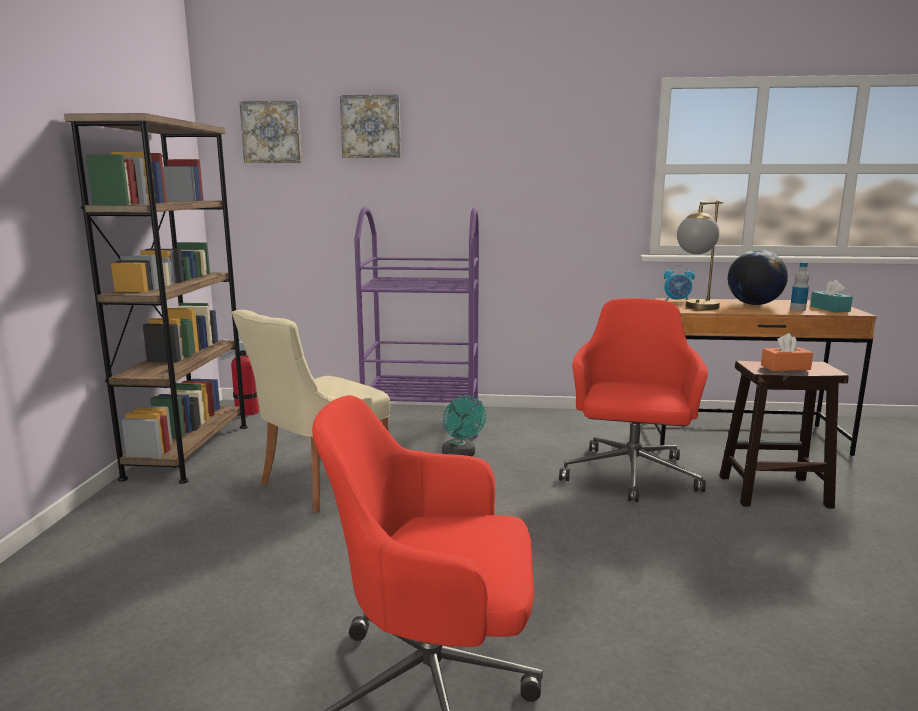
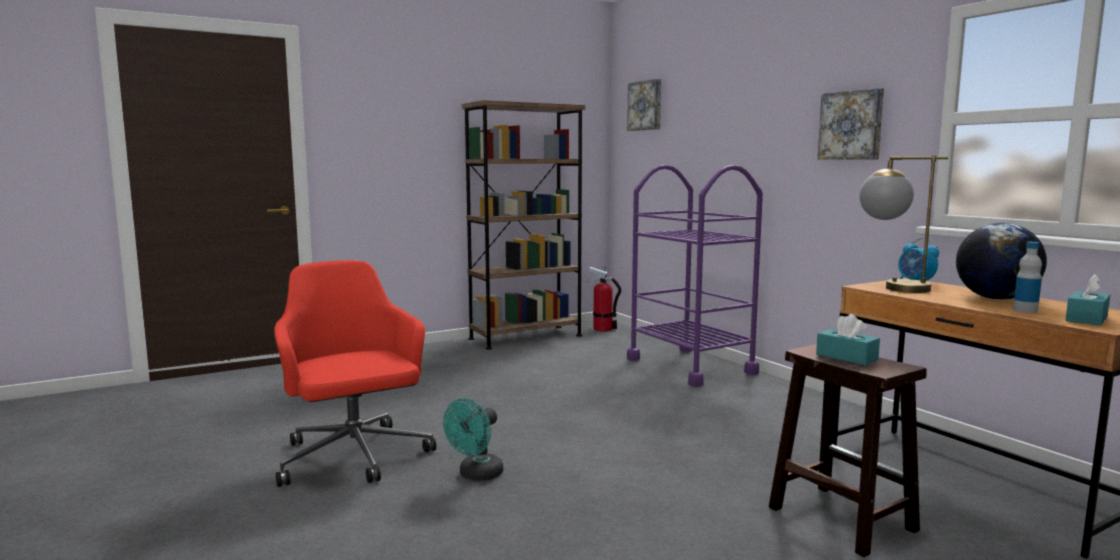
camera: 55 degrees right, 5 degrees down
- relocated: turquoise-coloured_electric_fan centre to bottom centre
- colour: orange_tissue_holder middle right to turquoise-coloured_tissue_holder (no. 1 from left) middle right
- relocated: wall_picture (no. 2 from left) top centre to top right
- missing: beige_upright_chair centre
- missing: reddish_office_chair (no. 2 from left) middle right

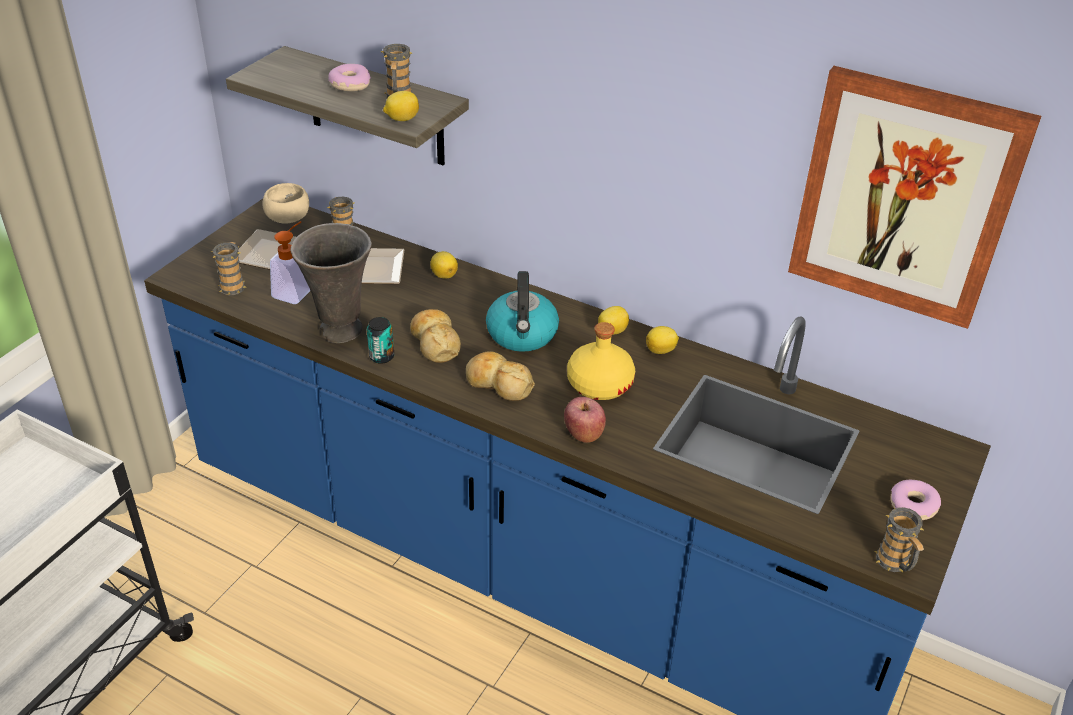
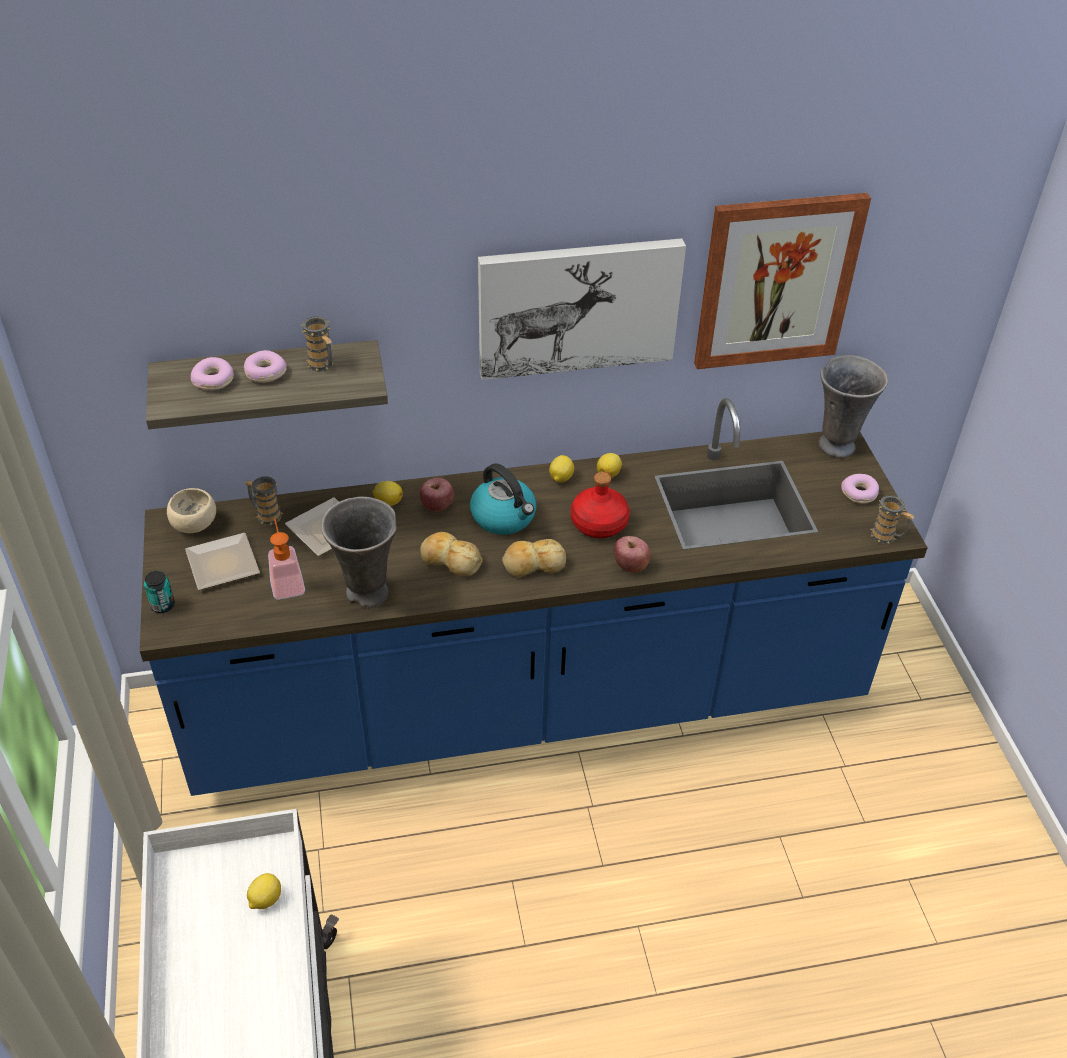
camera: 40 degrees left, 5 degrees up
- relocated: metal_can centre to middle left
- appeared: ring_doughnut (no. 1 from left) middle left
- relocated: citrus_fruit (no. 1 from left) top centre to bottom left
- appeared: apple_fruit (no. 1 from left) centre
- appeared: wall_picture (no. 1 from left) top centre
- colour: yellow_bottle centre to reddish_bottle centre
- appeared: gray_flower_vase (no. 2 from left) middle right
- missing: tea_mug (no. 1 from left) middle left

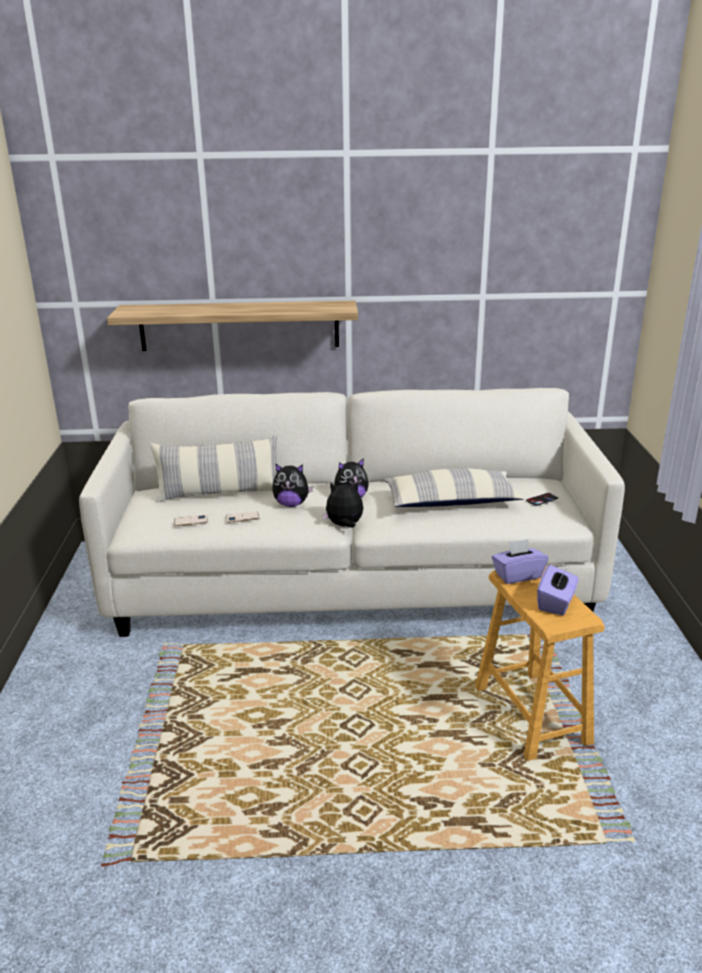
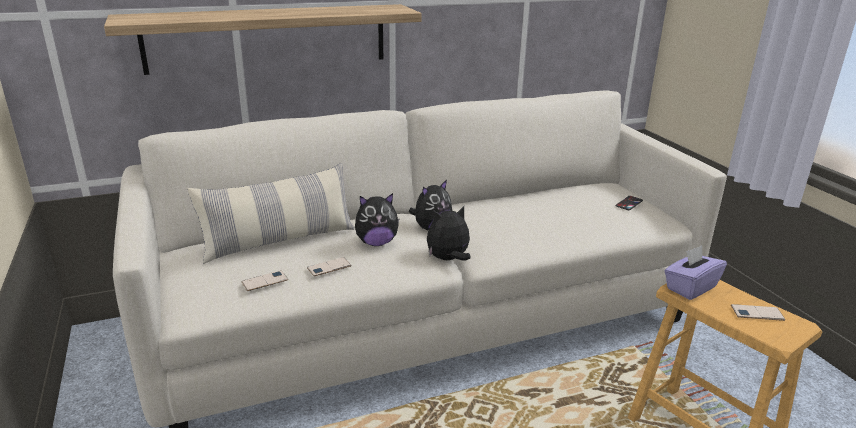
camera: 20 degrees left, 0 degrees up
- exchanged: purple-coloured_tissue_holder (no. 2 from left) middle right to handset (no. 4 from left) bottom right
- missing: cushion (no. 2 from left) centre

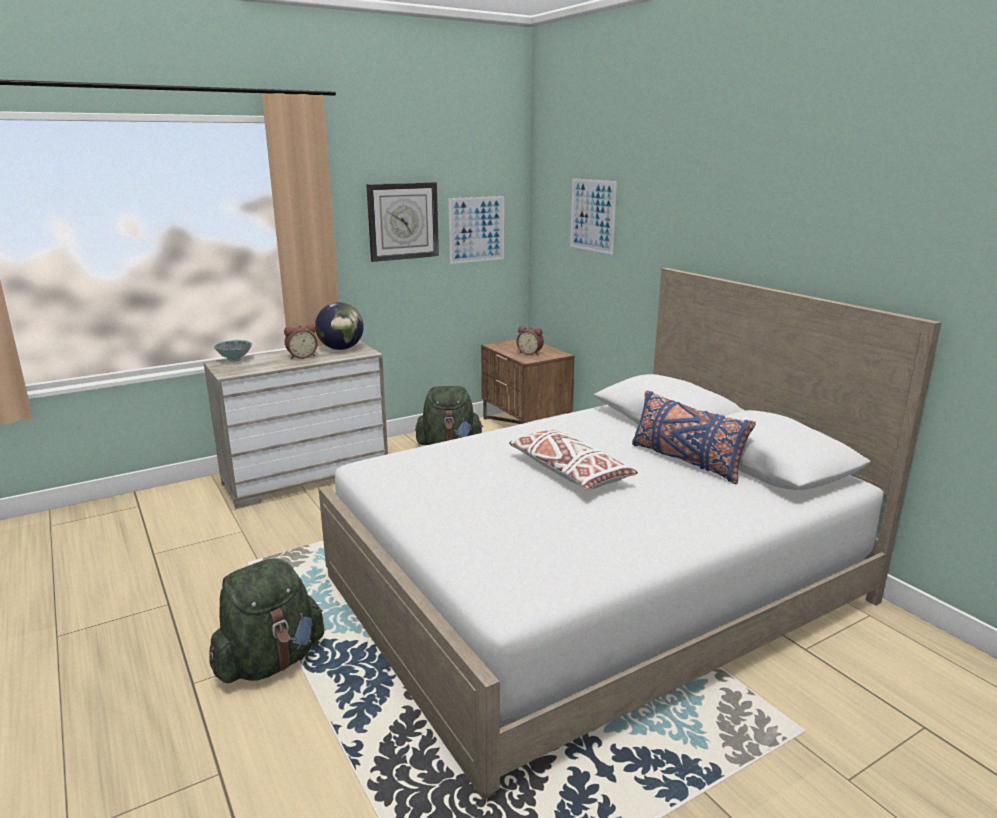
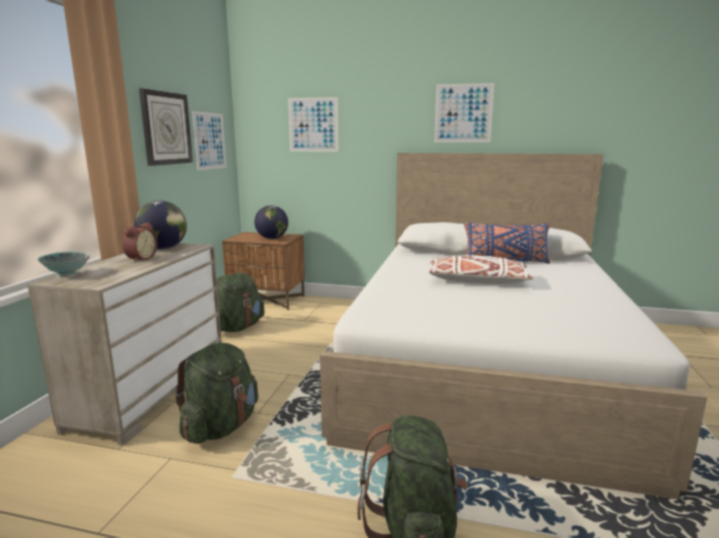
camera: 45 degrees left, 5 degrees down
- appeared: green_backpack (no. 1 from left) bottom left
- exchanged: bedside_clock (no. 2 from left) centre to globe (no. 2 from left) centre
- appeared: wall_picture (no. 3 from left) top centre

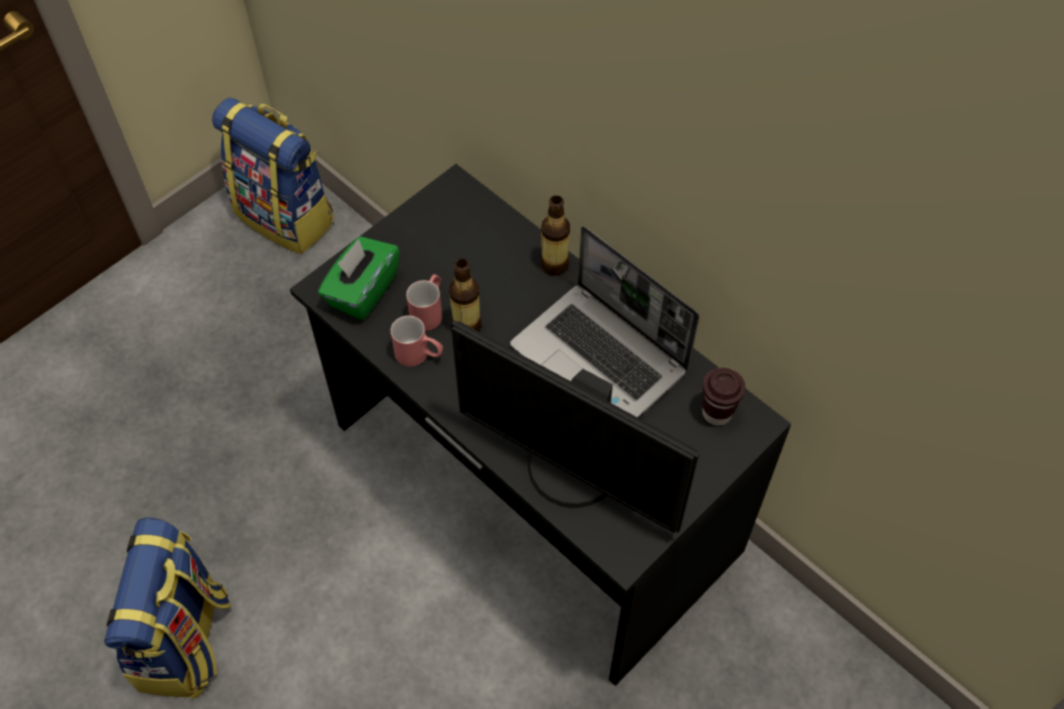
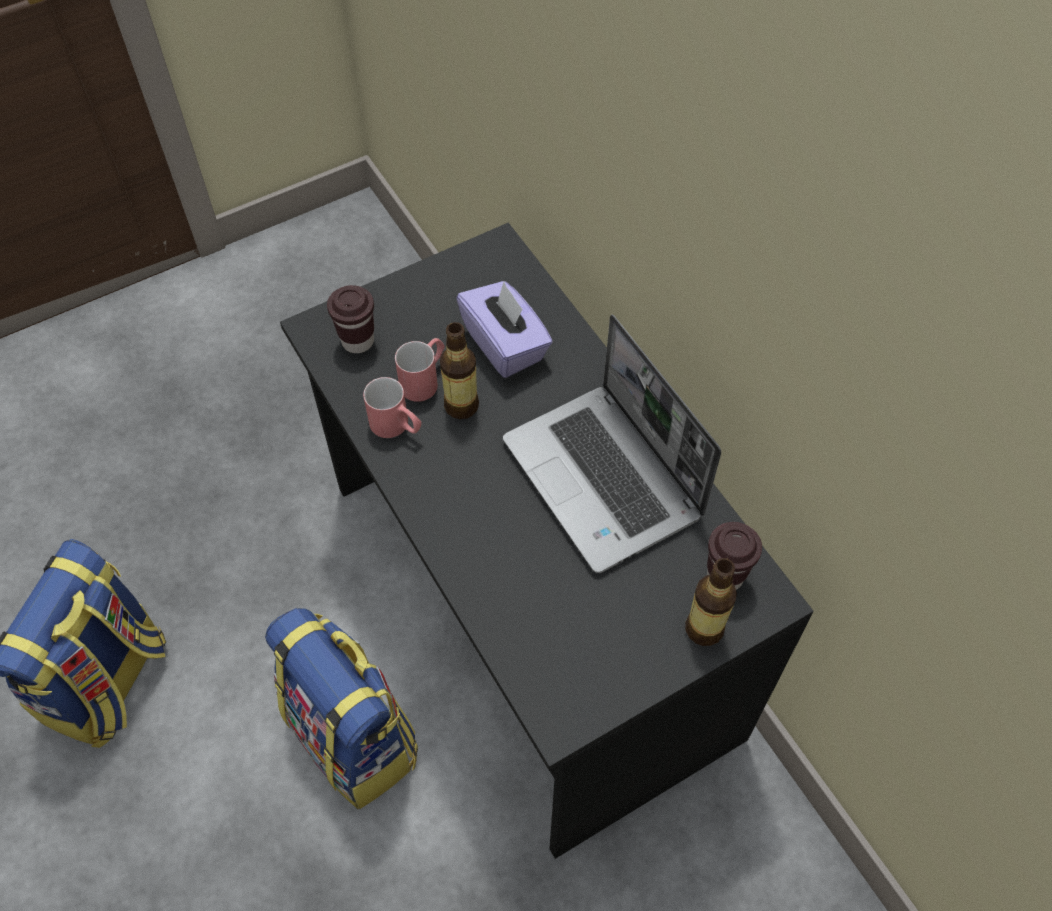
camera: 15 degrees right, 0 degrees up
- relocated: backpack (no. 2 from left) top left to bottom left
- exchanged: green_tissue_holder centre to brown_cup (no. 1 from left) middle left
- appeared: purple-coloured_tissue_holder centre
- relocated: bottle (no. 2 from left) top centre to middle right
- missing: monitor centre

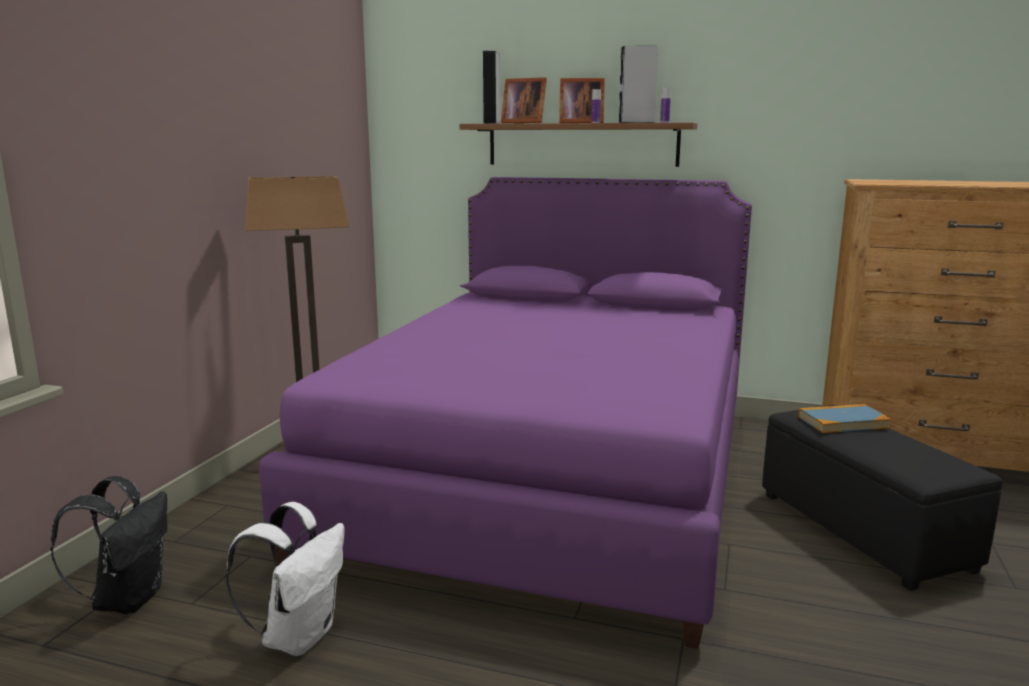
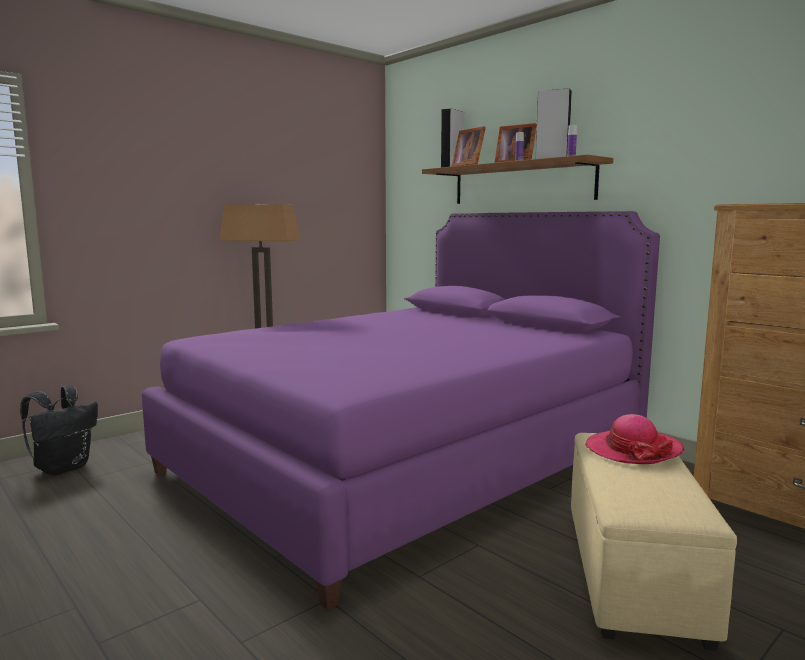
camera: 30 degrees right, 5 degrees down
- colour: blackish_footrest bottom right to beige_footrest bottom right
- exchanged: bound_book middle right to hat middle right
- missing: white-coloured_backpack bottom left

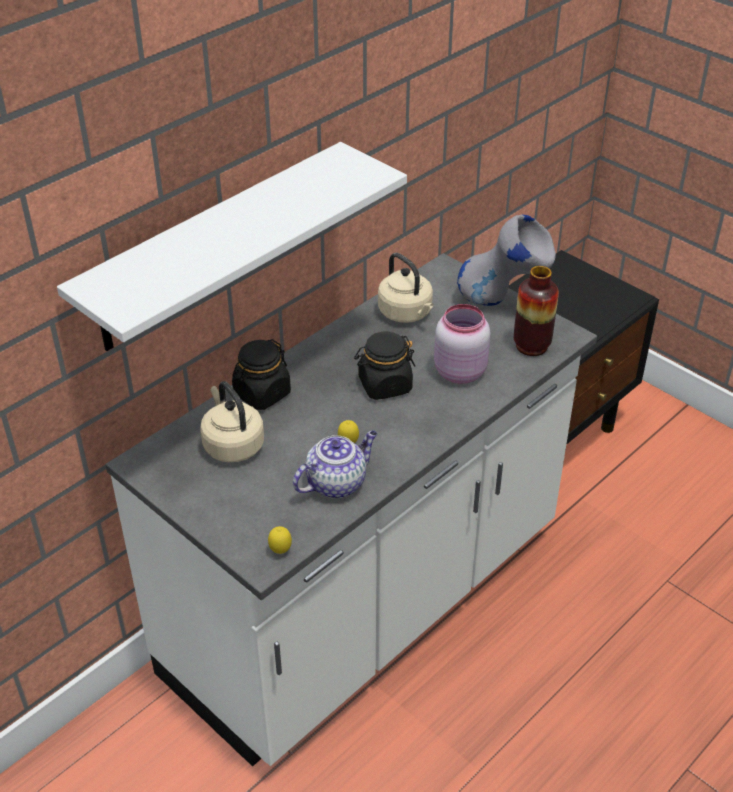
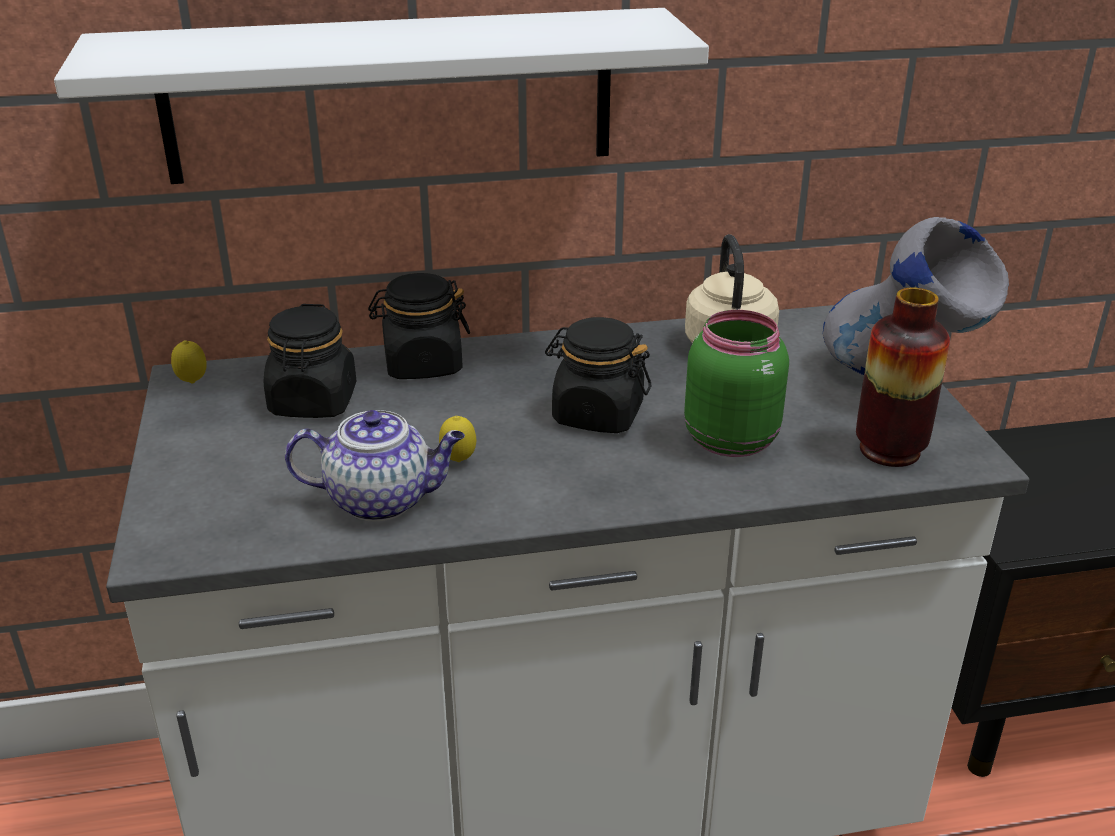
camera: 35 degrees right, 10 degrees down
- relocated: citrus_fruit (no. 1 from left) bottom centre to middle left
- exchanged: beige_tea_kettle (no. 1 from left) middle left to blackish_storage_jar (no. 1 from left) middle left
- colour: pinkish_storage_jar centre to green_storage_jar centre

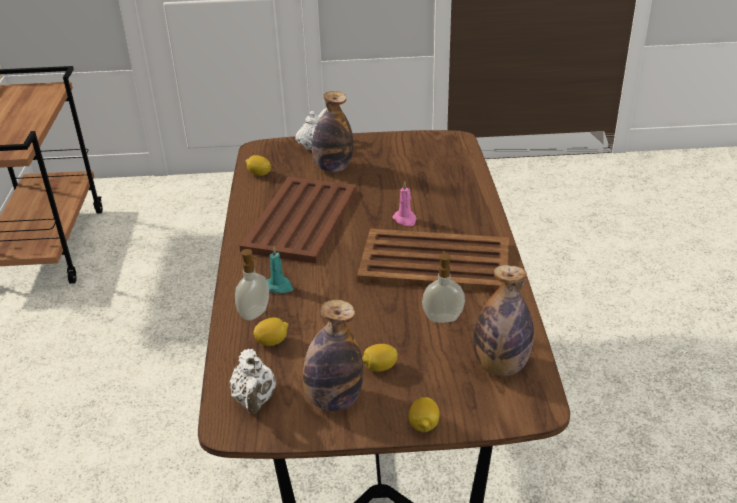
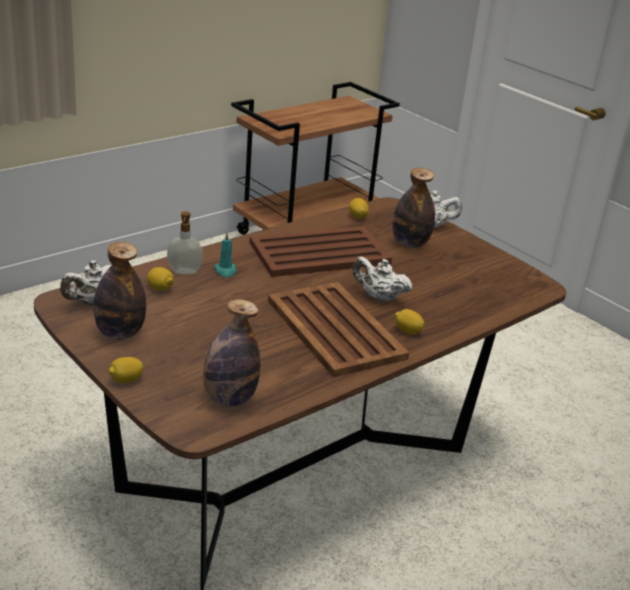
camera: 50 degrees right, 5 degrees down
- exchanged: pinkish_wax_light centre to white-coloured_tea_pot (no. 2 from left) centre
- relocated: citrus_fruit (no. 3 from left in the first image) bottom centre to citrus_fruit (no. 4 from left) centre
- missing: liquid_soap_bottle (no. 2 from left) centre

